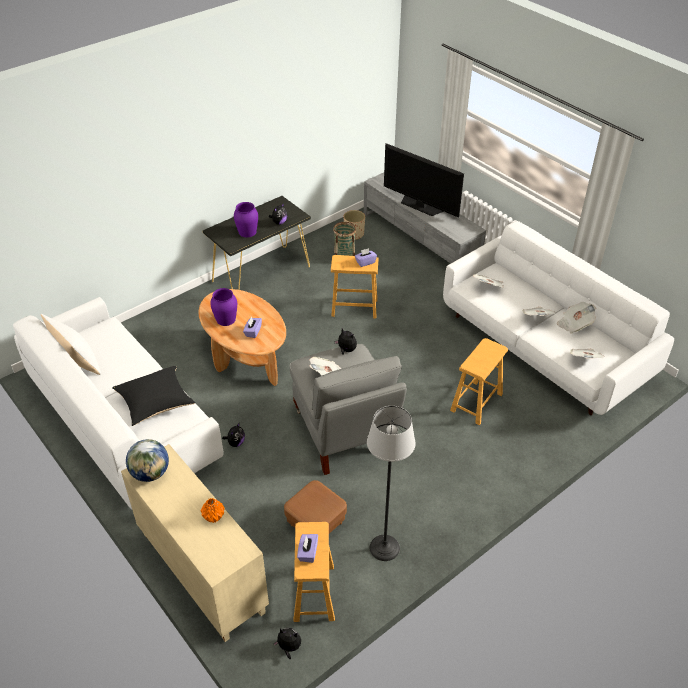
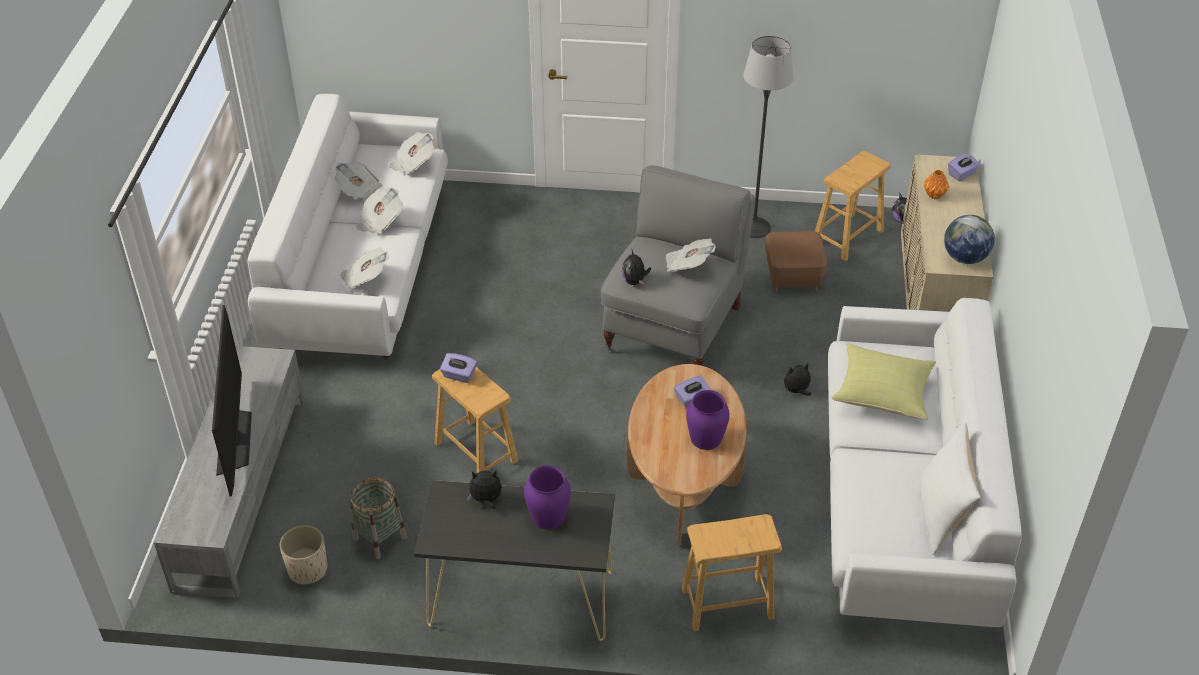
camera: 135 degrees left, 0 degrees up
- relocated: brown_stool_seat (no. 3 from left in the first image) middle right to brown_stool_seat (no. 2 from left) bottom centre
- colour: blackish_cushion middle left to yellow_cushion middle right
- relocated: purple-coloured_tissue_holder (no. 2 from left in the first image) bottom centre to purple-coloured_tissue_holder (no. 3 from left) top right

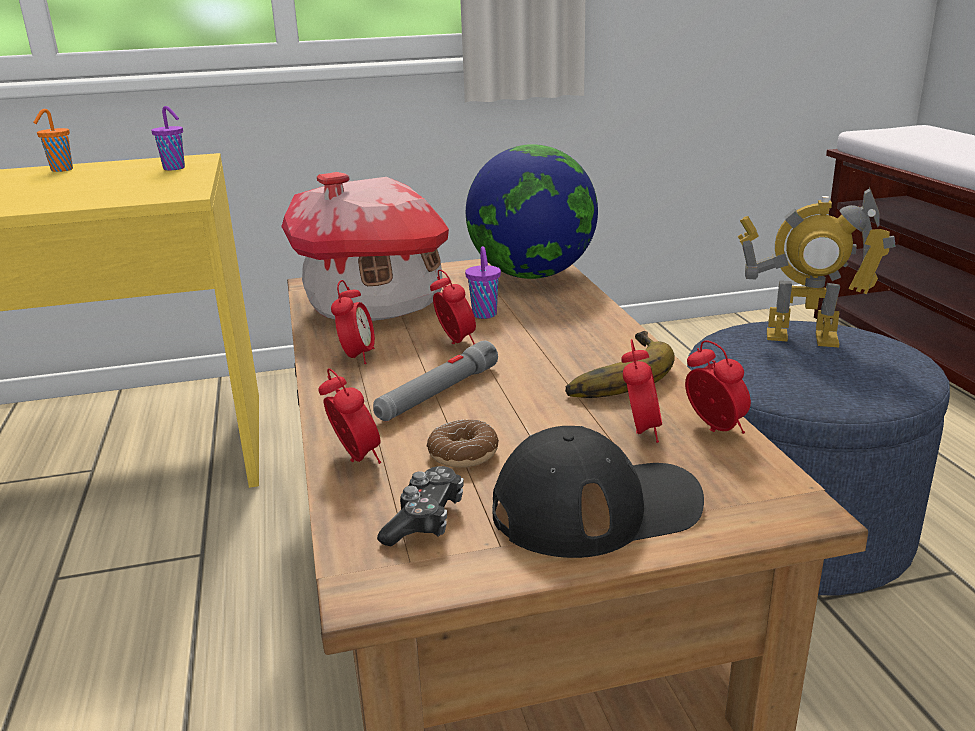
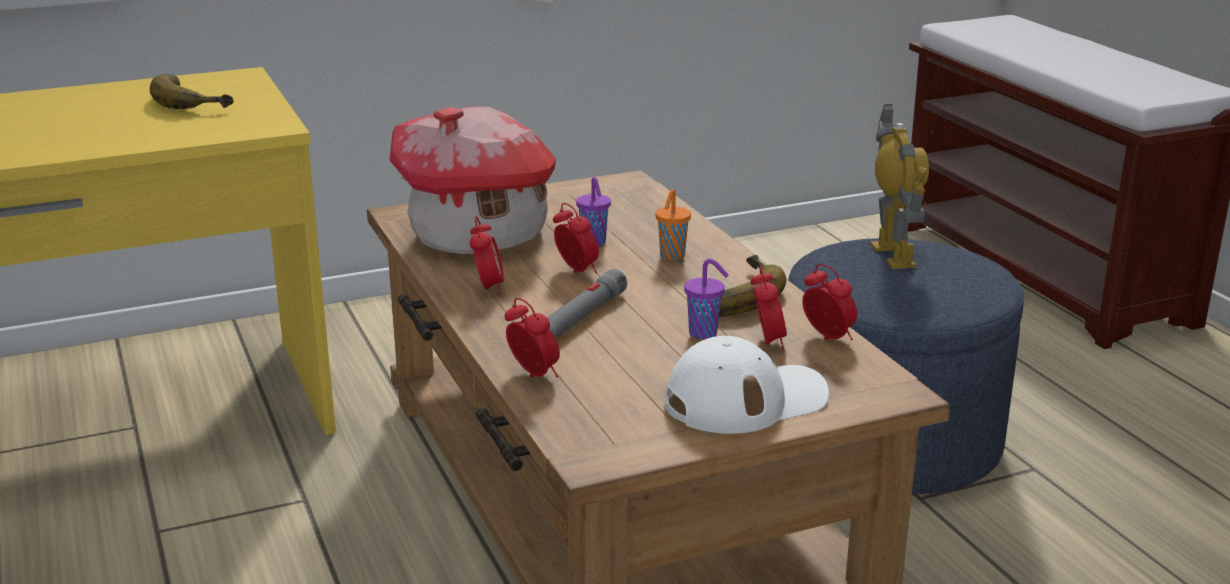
camera: 10 degrees left, 0 degrees up
- appeared: banana_fruit (no. 1 from left) top left
- relocated: orange_cup top left to centre
- colour: blackish_peaked_cap bottom centre to white-coloured_peaked_cap centre
- relocated: purple-coloured_cup (no. 1 from left in the first image) top left to purple-coloured_cup (no. 2 from left) centre
- spun: toy_robot middle right = top right 105 degrees counterclockwise
- missing: gamepad bottom centre
- missing: ring_doughnut centre
- missing: globe top centre

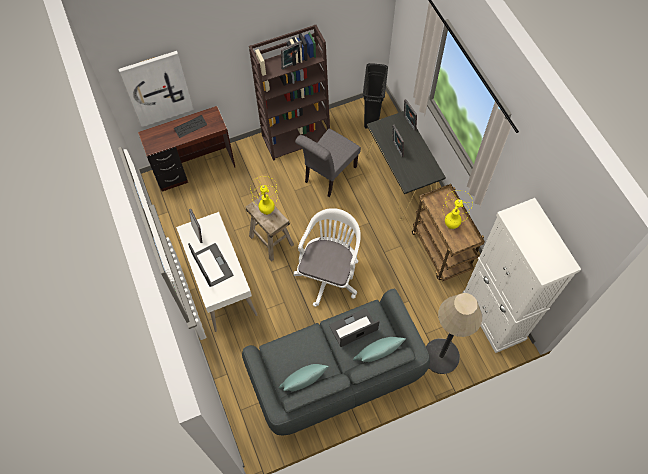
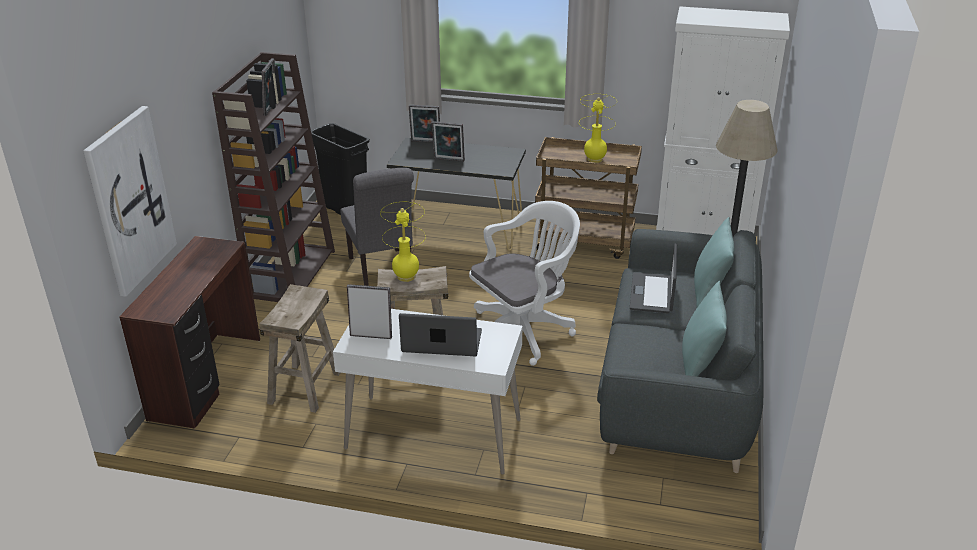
camera: 55 degrees left, 30 degrees down
- appeared: beige_stool_seat (no. 1 from left) middle left
- spun: white-coloured_office_chair centre = centre 90 degrees clockwise
- missing: PC_keyboard top left

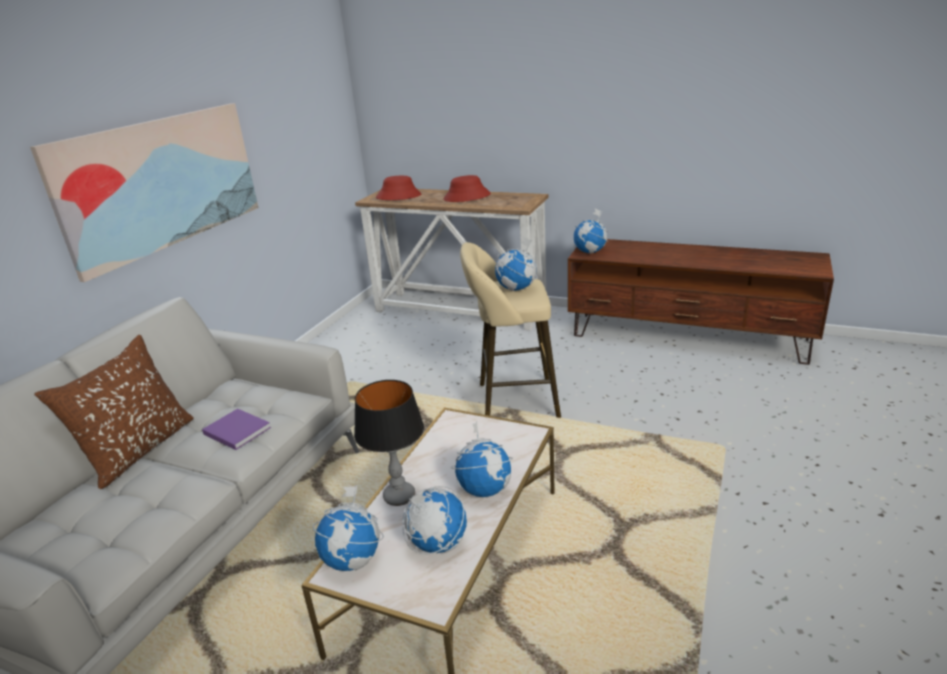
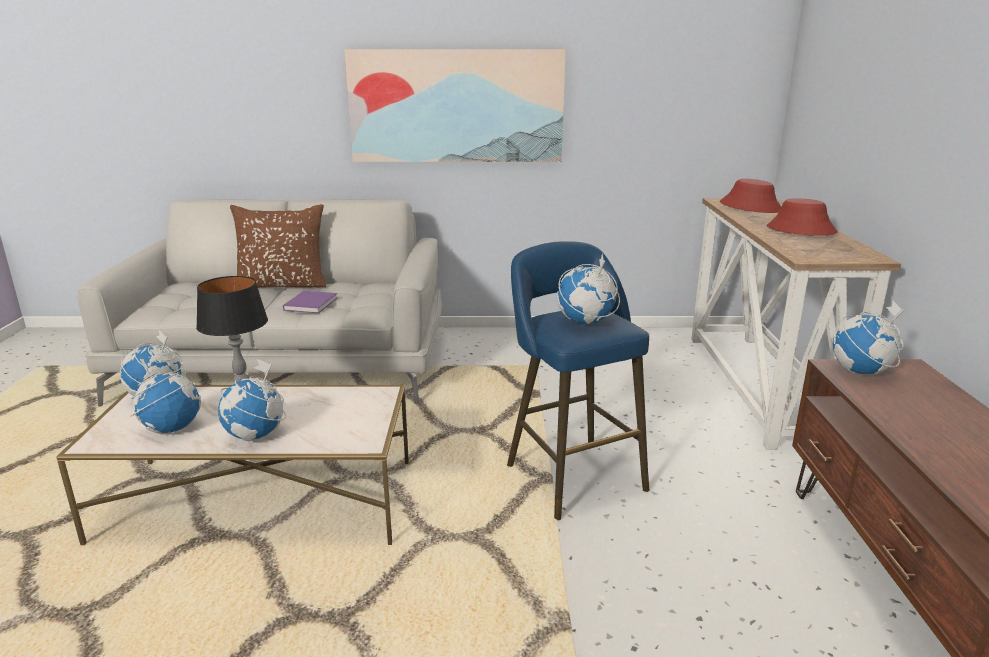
camera: 65 degrees right, 5 degrees down
- colour: beige_stool_seat centre to blue_stool_seat centre

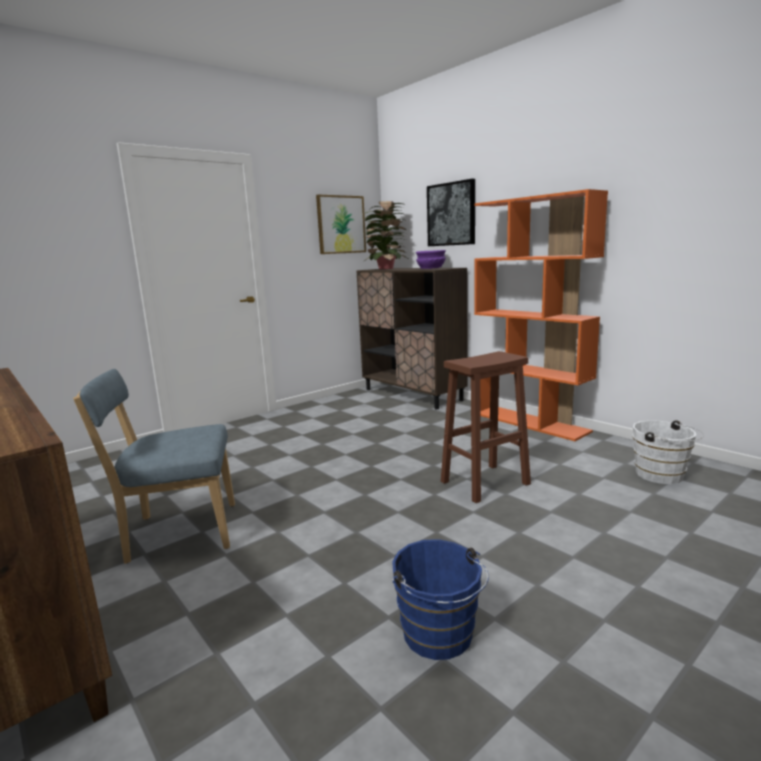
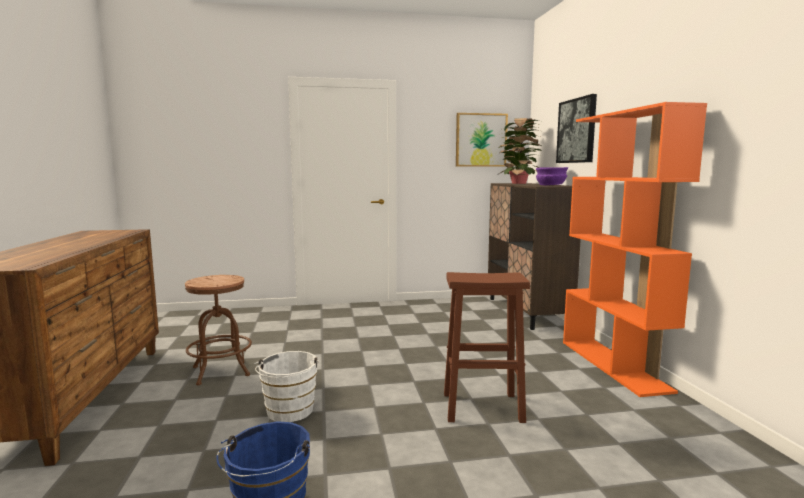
camera: 30 degrees right, 5 degrees down
- exchanged: blue_upright_chair middle left to brown_stool_seat (no. 1 from left) middle left
- relocated: white-coloured_bucket middle right to bottom centre

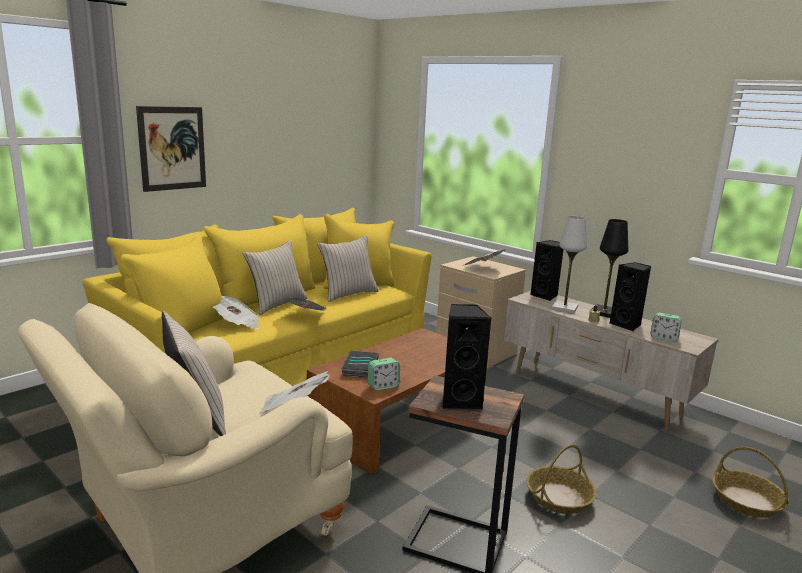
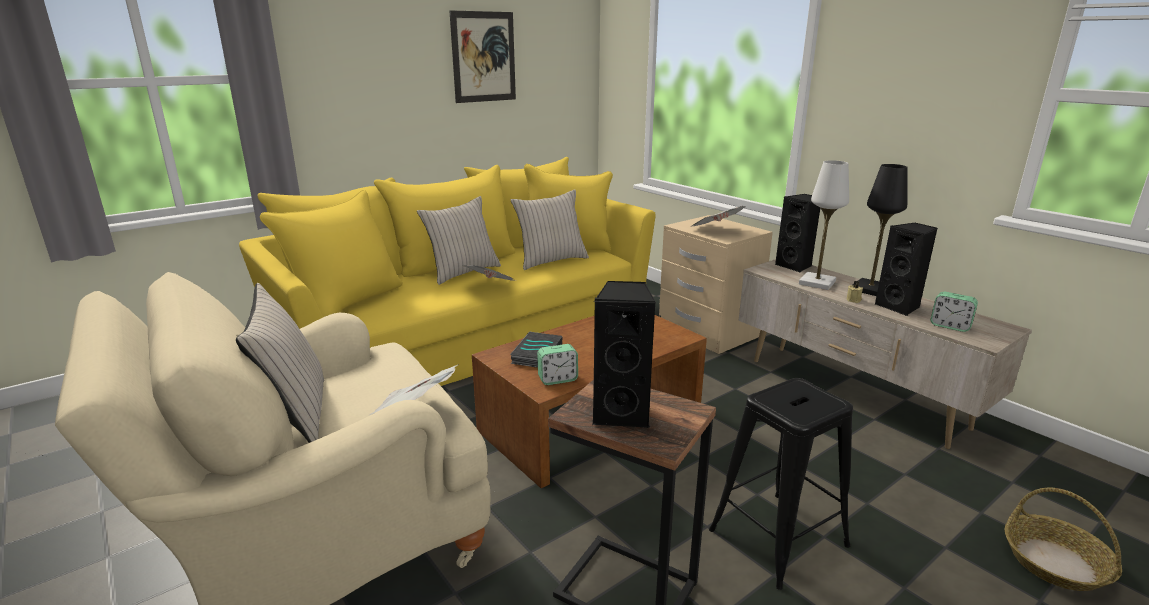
camera: 10 degrees right, 5 degrees up
- relocated: wall_picture top left to top centre
- exchanged: storage_basket (no. 1 from left) bottom right to blackish_stool_seat bottom right
- missing: printed_paper (no. 1 from left) middle left

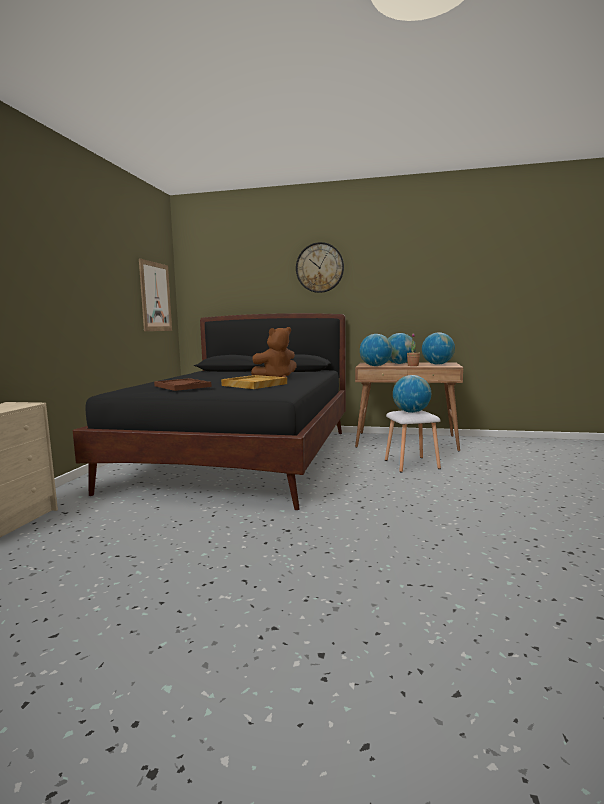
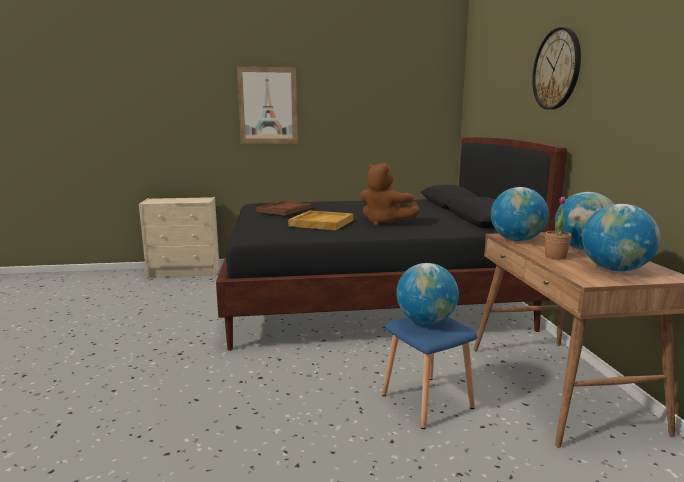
camera: 70 degrees right, 5 degrees up
- relocated: wall_picture middle left to top centre
- colour: white-coloured_stool_seat middle right to blue_stool_seat bottom centre

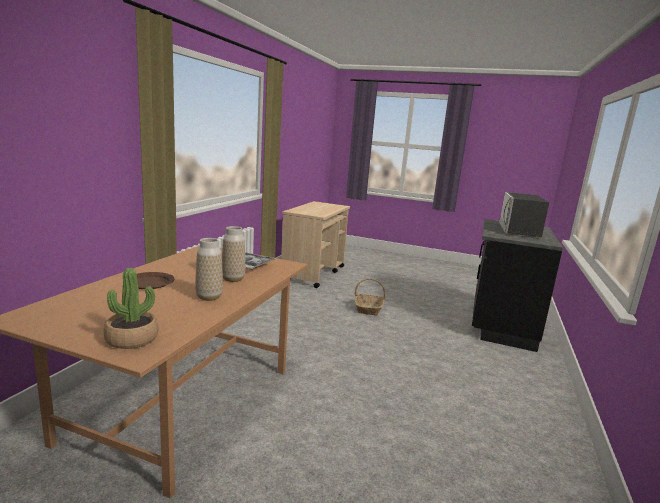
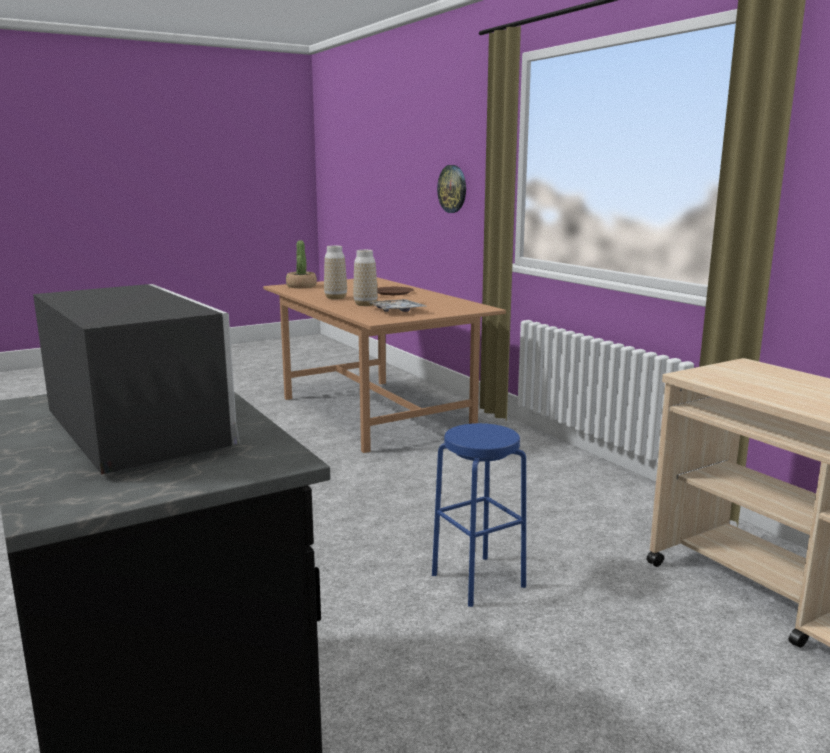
camera: 130 degrees right, 0 degrees up
- exchanged: storage_basket centre to blue_stool_seat bottom centre
- appeared: hanging_clock top centre

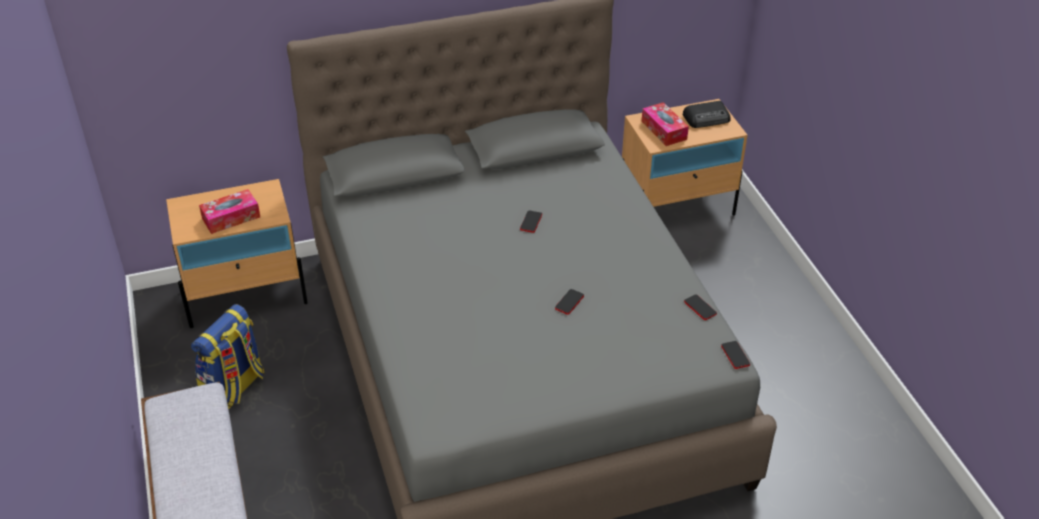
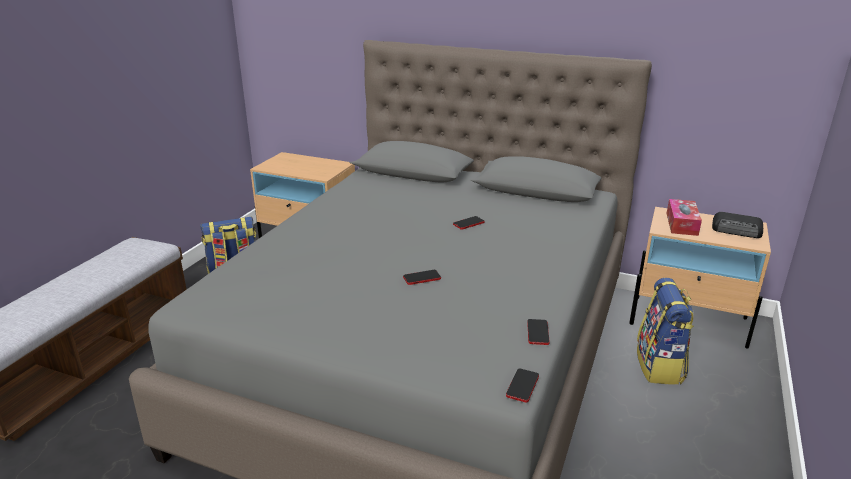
camera: 40 degrees right, 15 degrees down
- appeared: backpack (no. 2 from left) bottom right
- missing: tissue_holder (no. 1 from left) middle left

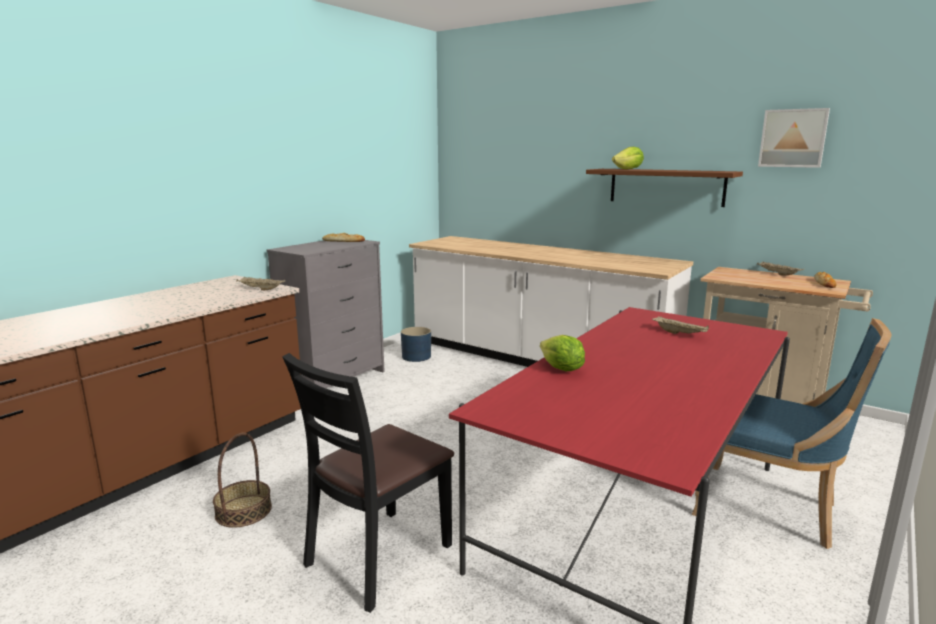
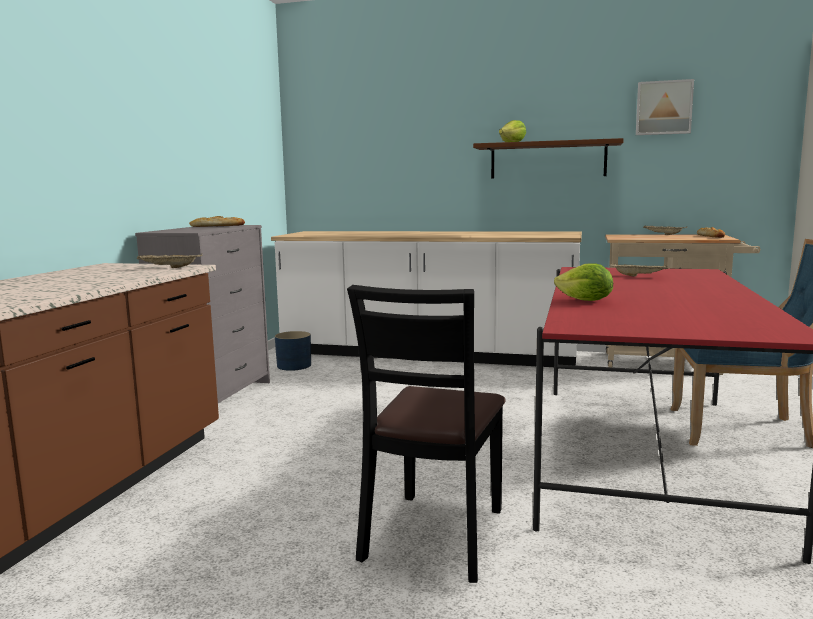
camera: 20 degrees left, 5 degrees down
- missing: storage_basket bottom left

